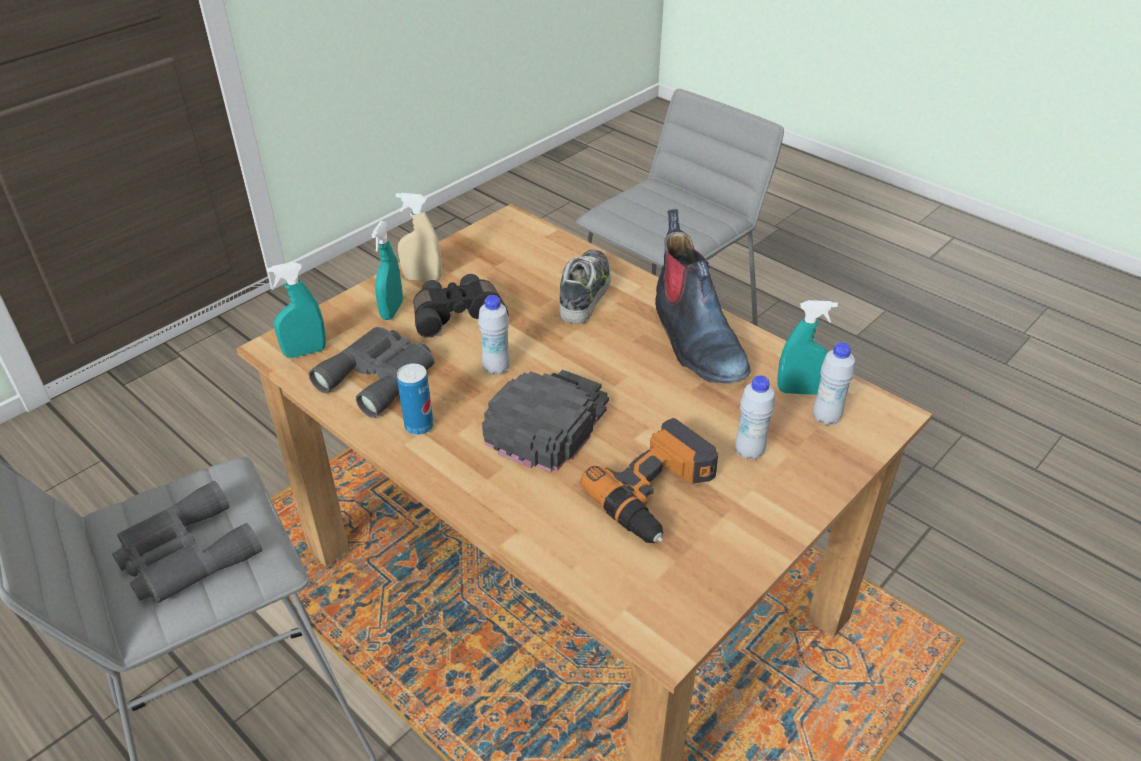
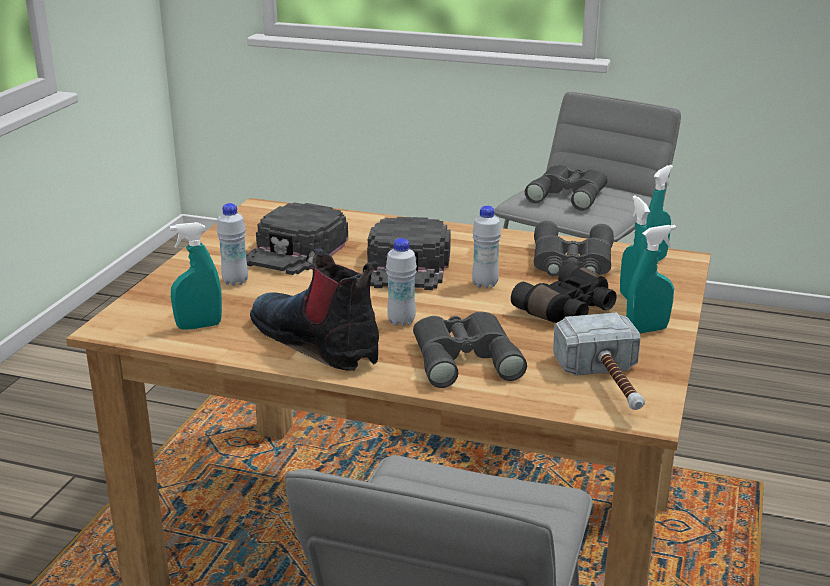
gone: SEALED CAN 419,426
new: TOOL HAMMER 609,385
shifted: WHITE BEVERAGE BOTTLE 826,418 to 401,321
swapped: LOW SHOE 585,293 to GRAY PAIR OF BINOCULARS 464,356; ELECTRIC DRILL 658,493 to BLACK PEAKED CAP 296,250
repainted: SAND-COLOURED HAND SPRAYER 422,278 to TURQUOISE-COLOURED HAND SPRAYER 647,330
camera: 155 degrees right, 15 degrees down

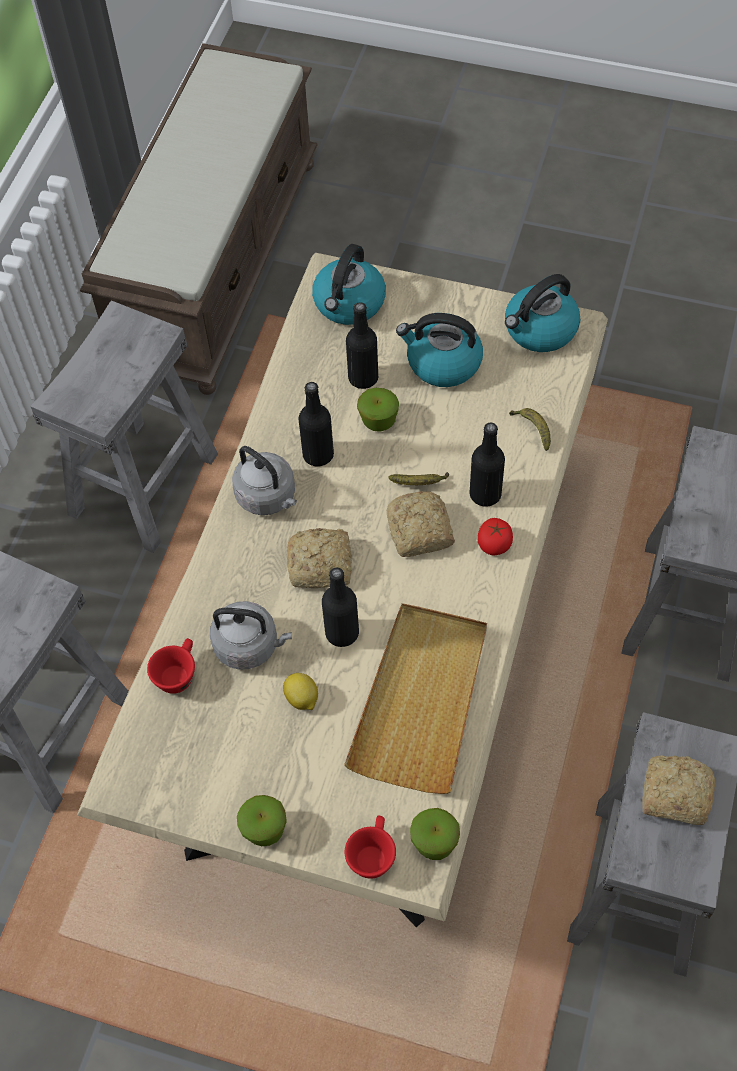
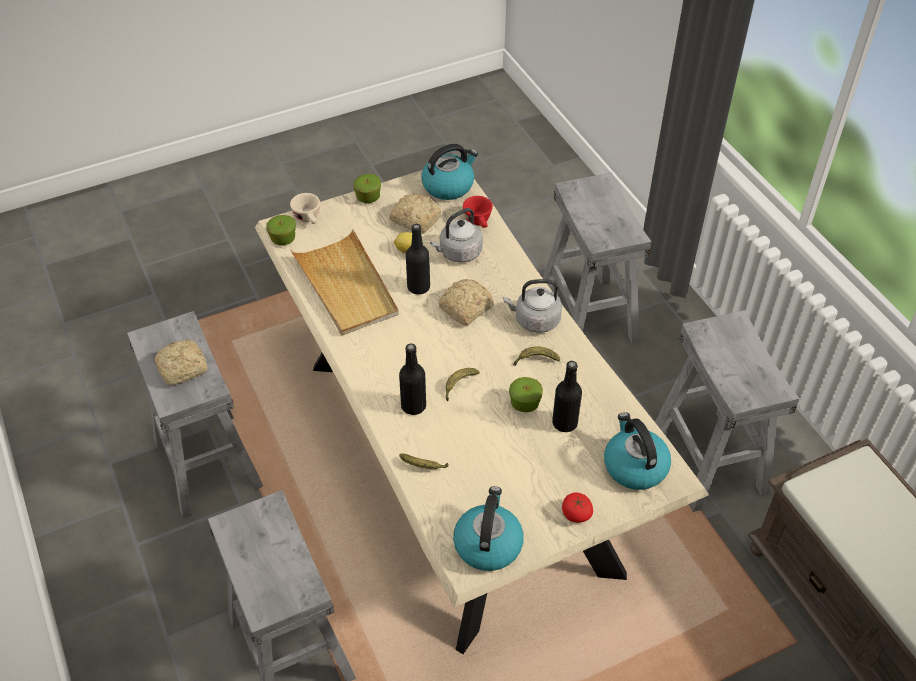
shifted: BAKED BREAD 419,532 to 415,219; KETTLE 442,363 to 448,185; WHOLE TOMATO 494,543 to 576,514
swapped: BLACK BEVERAGE BOTTLE 318,455 to BANANA 535,360
repainted: REDDISH CUP 372,853 to SAND-COLOURED CUP 309,219
camera: 135 degrees right, 10 degrees down

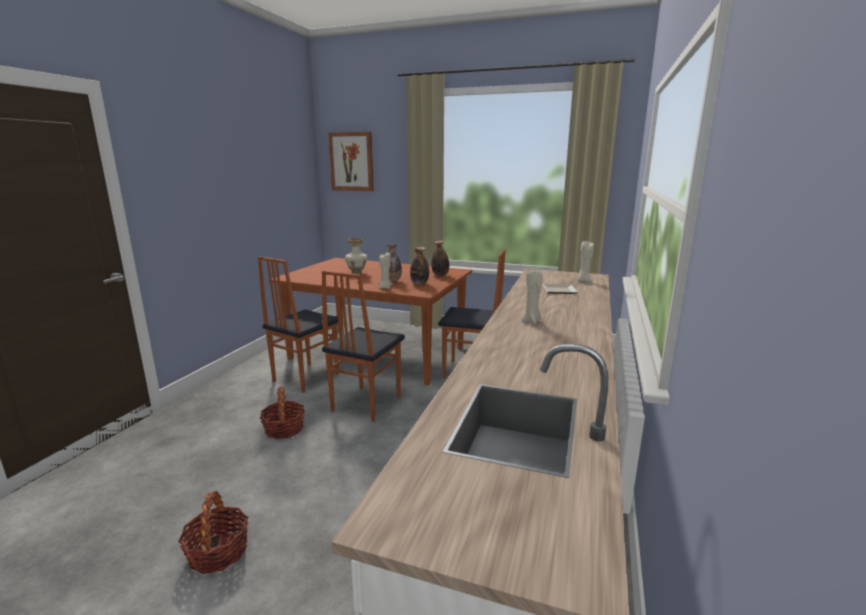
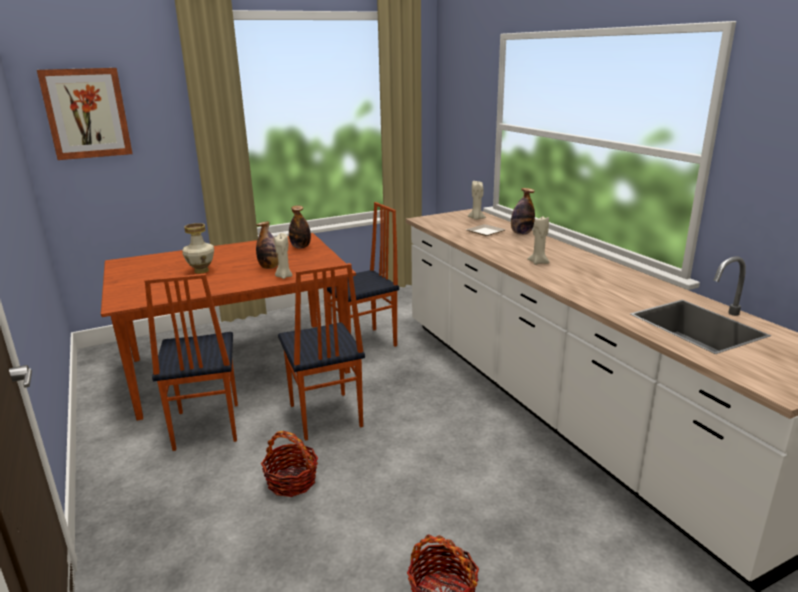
shifted: BEVERAGE BOTTLE 419,283 to 521,233
camera: 45 degrees left, 5 degrees up

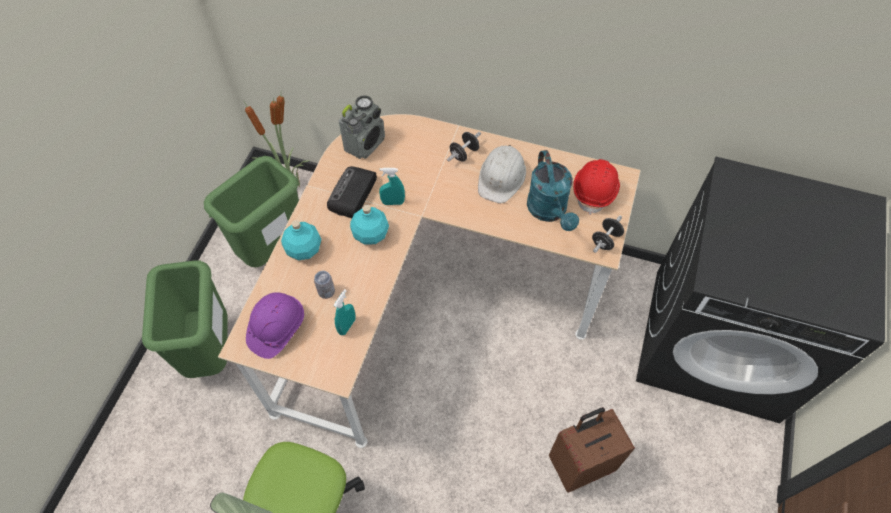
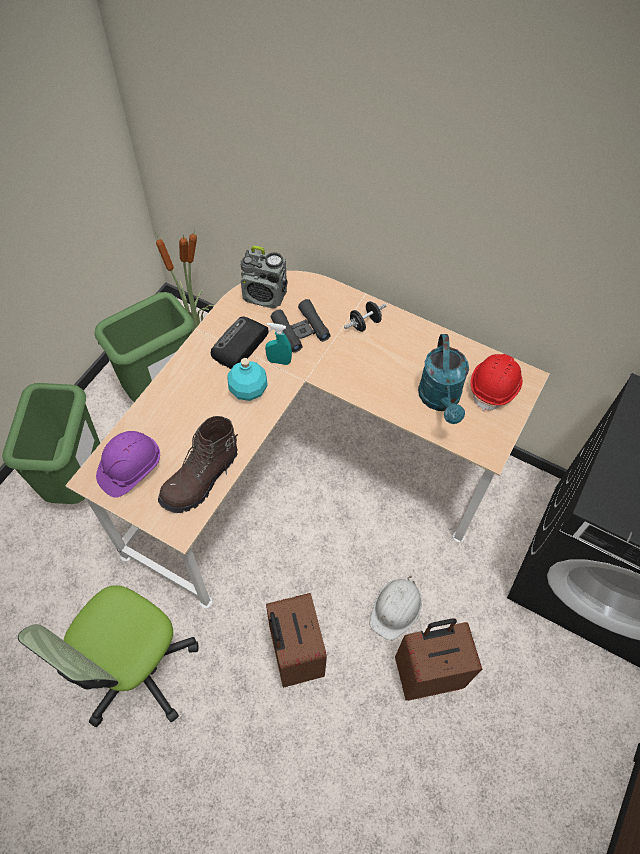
gone: TURQUOISE-COLOURED BEVERAGE BOTTLE 304,249; SEALED CAN 326,291; BLACK FREE WEIGHT 605,240
new: BROWN-COLOURED SUITCASE 294,654; BLACK PAIR OF BINOCULARS 300,330
shifted: WHITE SAFETY HELMET 502,177 to 396,608
swapped: TURQUOISE-COLOURED HAND SPRAYER 347,326 to BROWN-COLOURED BOOT 201,479
rotated: RADIO SET 365,144 = 265,296 60 degrees clockwise
camera: 10 degrees right, 0 degrees up

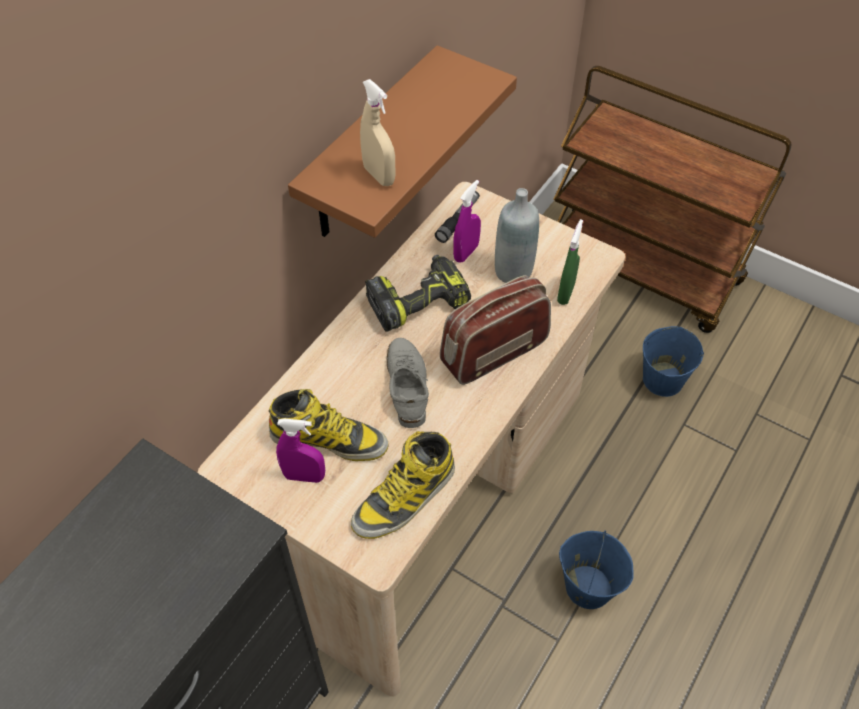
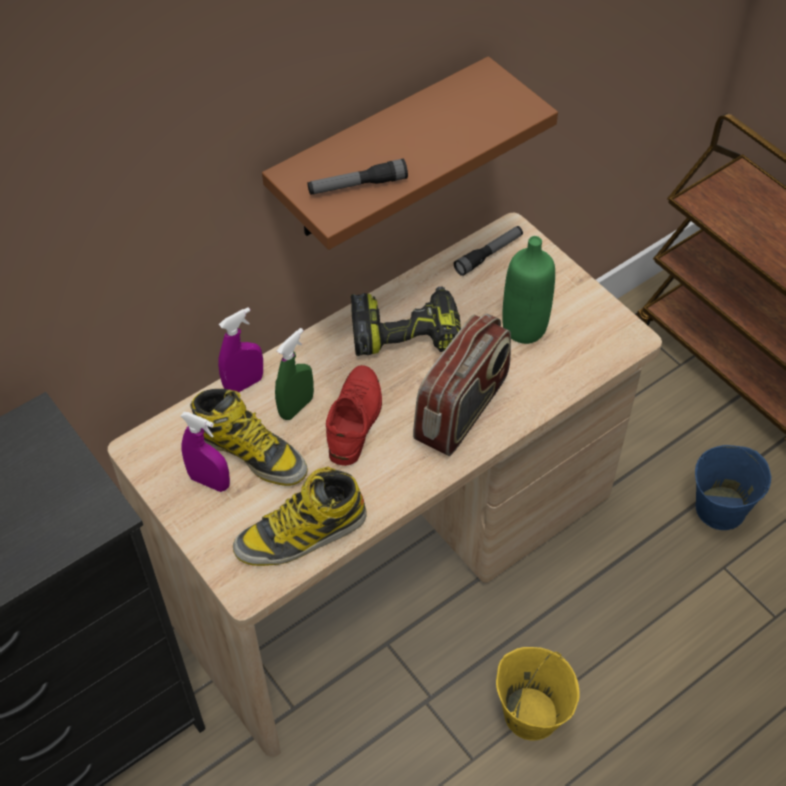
shifted: PURPLE-COLOURED HAND SPRAYER 466,252 to 244,384; GREENISH HAND SPRAYER 566,293 to 296,407
swapped: SAND-COLOURED HAND SPRAYER 379,175 to HAND TORCH 357,185
repainted: GRAY LOW SHOE 407,385 to REDDISH LOW SHOE 354,419; GRAY BEVERAGE BOTTLE 513,271 to GREENISH BEVERAGE BOTTLE 524,328; BLUE-COLOURED BUCKET 587,586 to YELLOWISH BUCKET 530,713
rotated: RADIO SET 493,352 = 462,410 135 degrees clockwise
camera: 20 degrees right, 0 degrees up

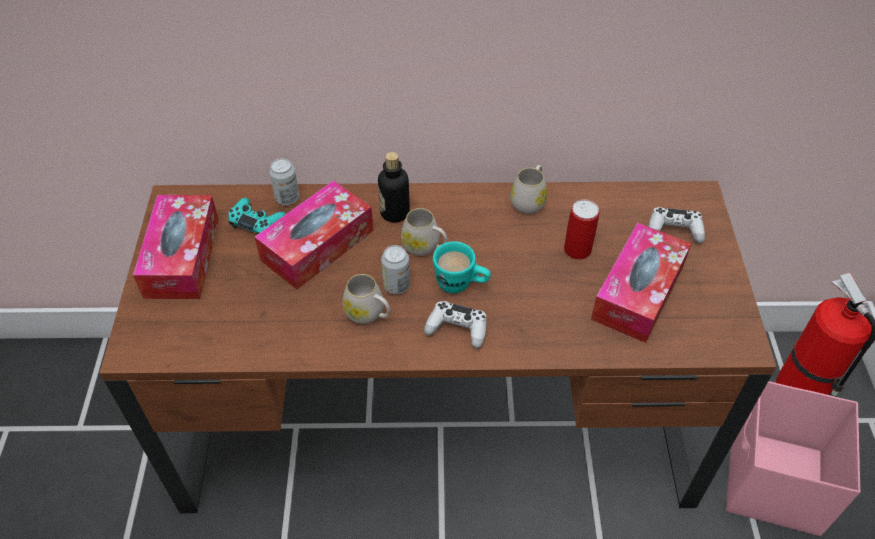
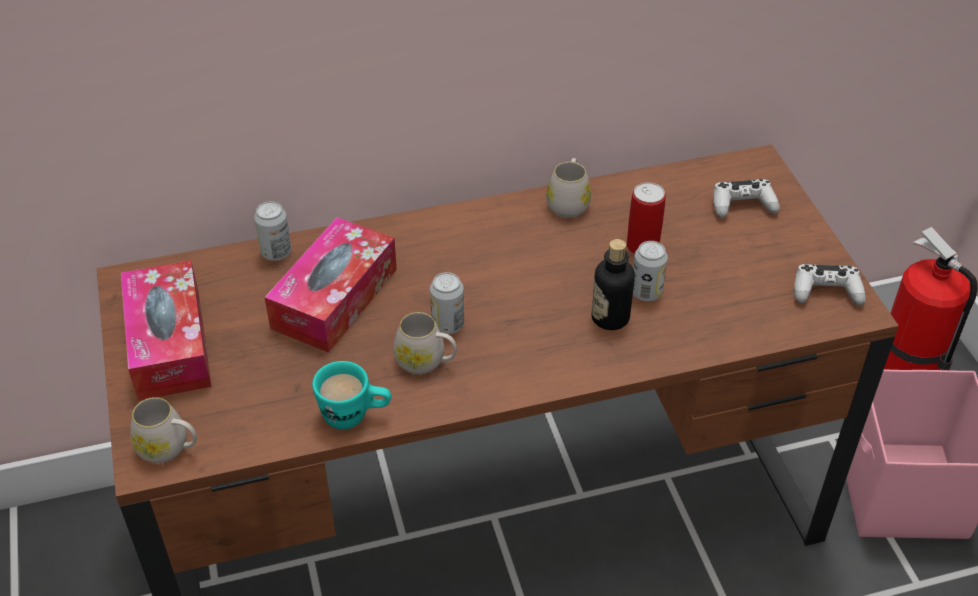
gone: TURQUOISE-COLOURED JOYPAD 257,222; TISSUE BOX 638,292
new: SEALED CAN 646,292
shifted: BEVERAGE BOTTLE 395,212 to 610,317; WHITE COFFEE MUG 425,246 to 169,448; WHITE JOYPAD 457,328 to 826,291; TURQUOISE-COLOURED COFFEE MUG 461,284 to 355,416
camera: 15 degrees left, 5 degrees down

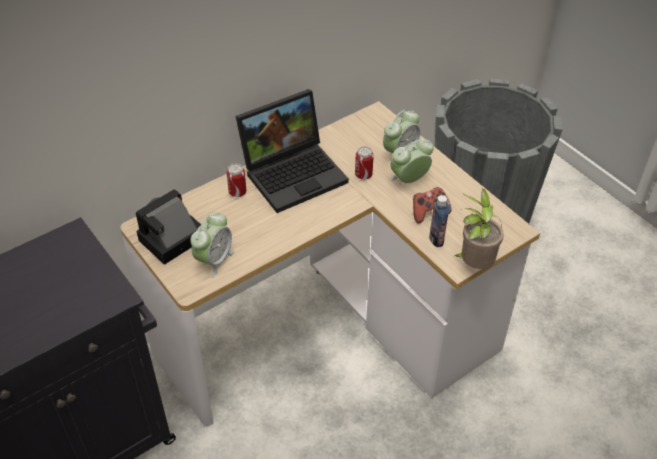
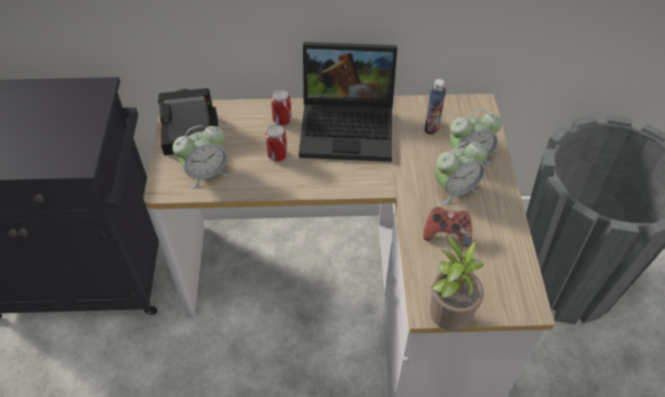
shifted: SEALED CAN 363,175 to 277,156; BEVERAGE BOTTLE 436,239 to 431,127
rotated: TABLE CLOCK 409,180 = 455,189 150 degrees clockwise
camera: 35 degrees right, 5 degrees up

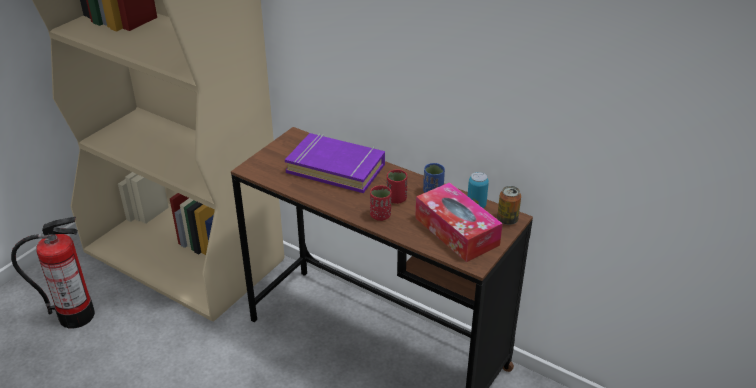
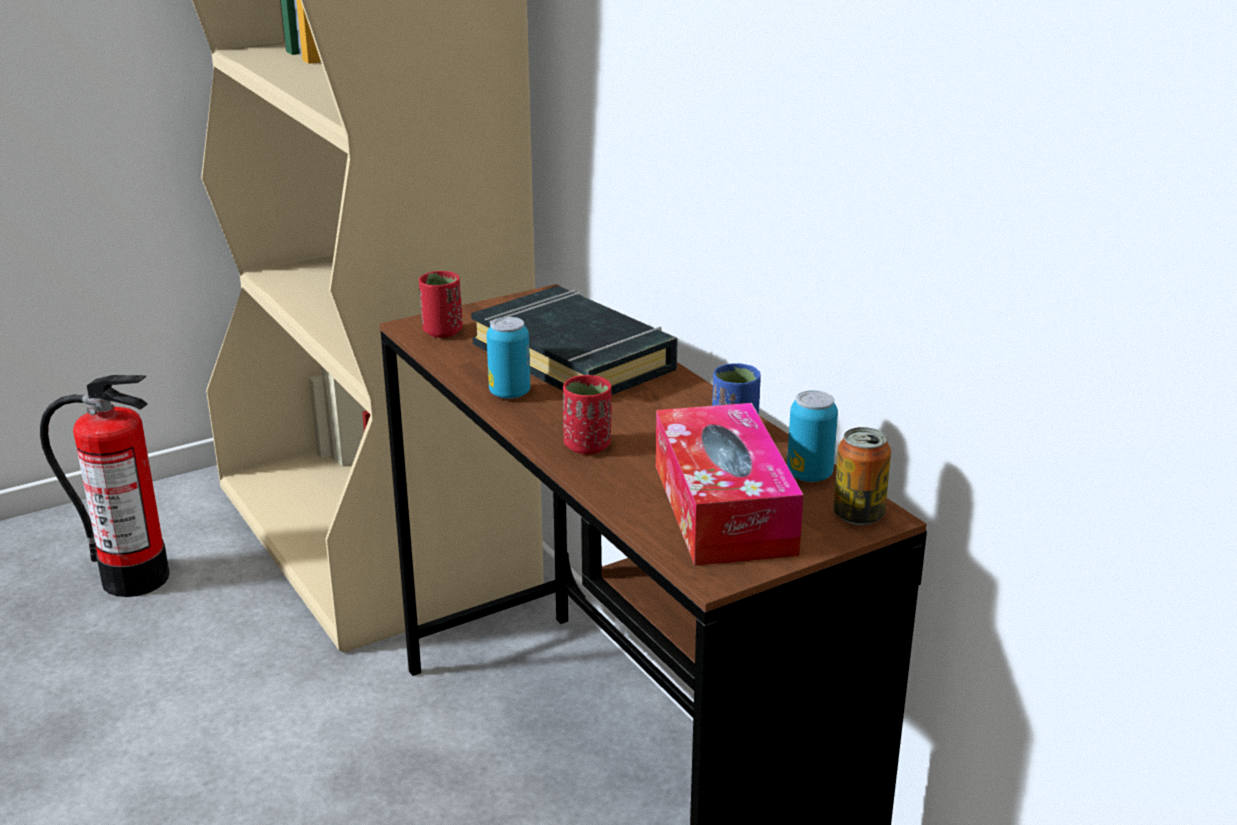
new: SEALED CAN 509,393
shifted: REDDISH CUP 396,199 to 442,331
repainted: PURPLE-COLOURED BOUND BOOK 336,168 to BLACK BOUND BOOK 574,357
camera: 25 degrees right, 10 degrees down

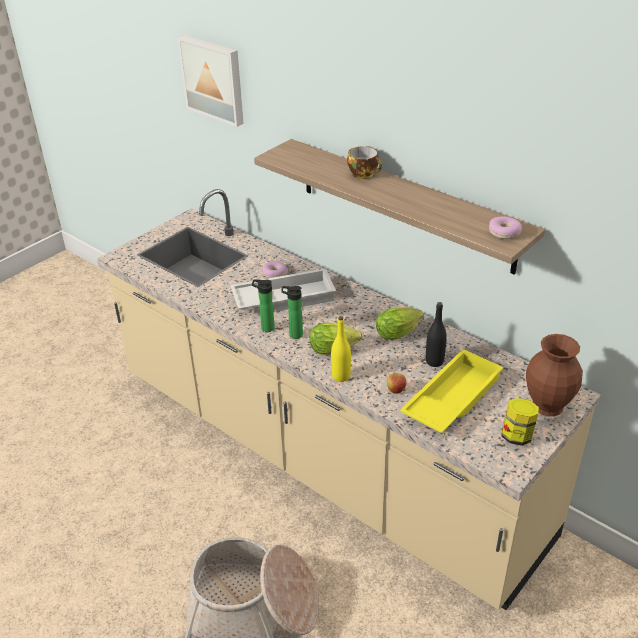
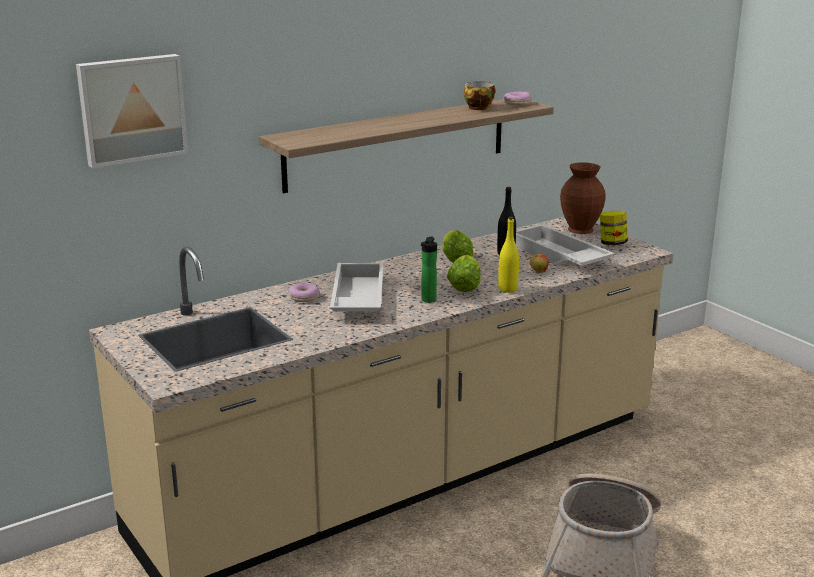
gone: BEVERAGE BOTTLE 265,328
shifted: CUP 364,174 to 479,107
repainted: YELLOWISH TRAY 451,398 to WHITE TRAY 558,256
camera: 75 degrees left, 15 degrees down

